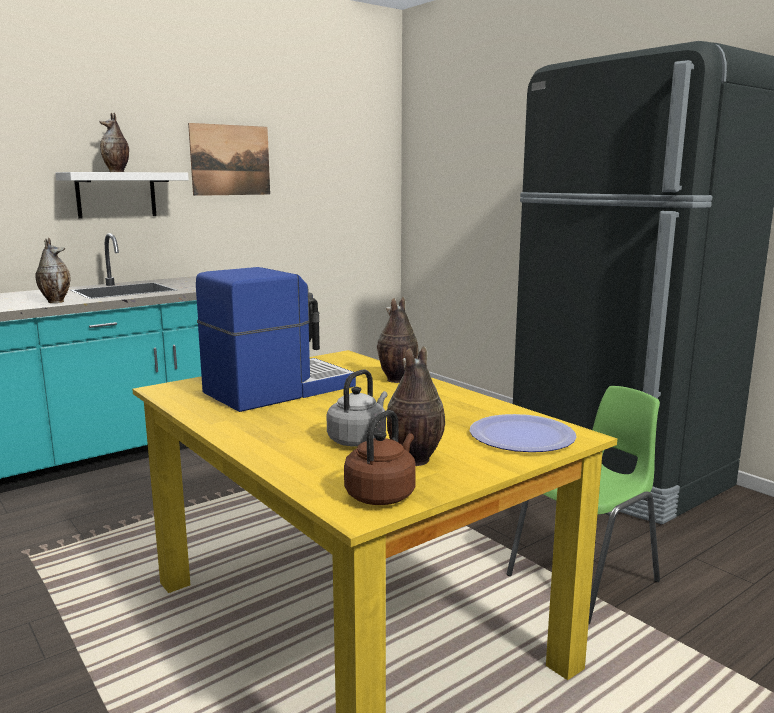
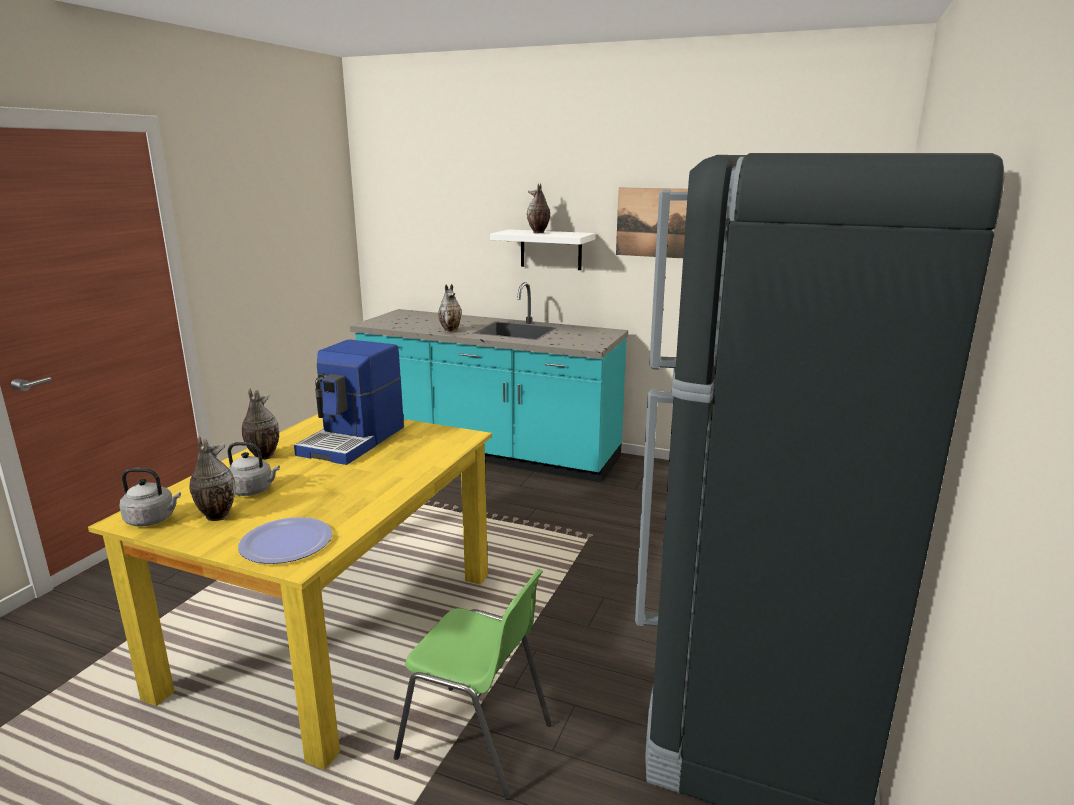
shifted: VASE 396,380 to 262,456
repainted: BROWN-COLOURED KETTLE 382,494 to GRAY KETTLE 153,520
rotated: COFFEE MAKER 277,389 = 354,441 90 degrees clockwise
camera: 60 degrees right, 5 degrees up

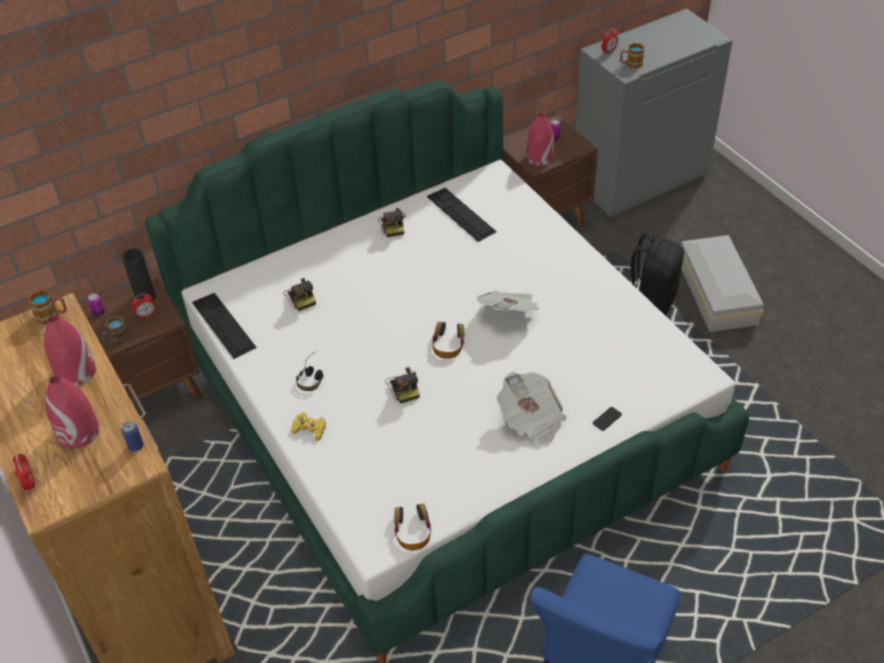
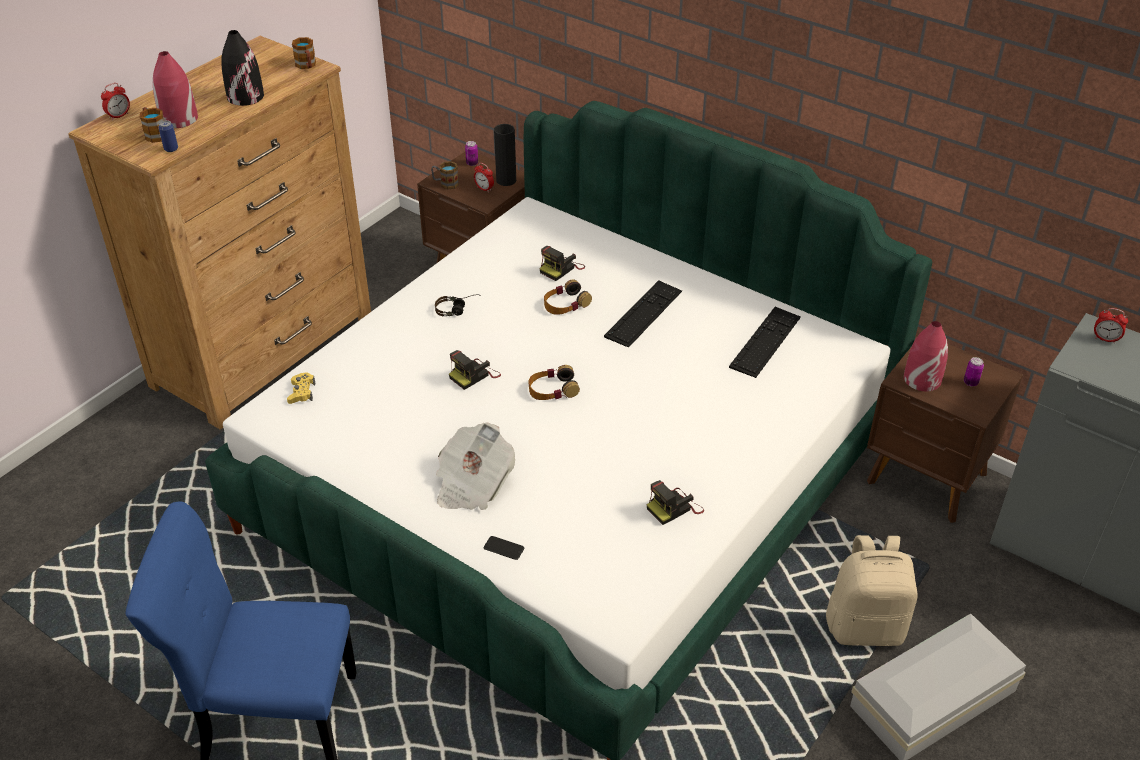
gone: PRINTED PAPER 510,312
shifted: KEYBOARD 223,325 to 643,313; YELLOWISH JOYPAD 309,429 to 301,392; PHOTO CAMERA 393,225 to 674,508; HEADPHONES 412,531 to 565,304; COFFEE MUG 631,64 to 154,134
repainted: REDDISH VASE 75,372 to BLACK VASE 245,96; BLACK RUCKSACK 651,300 to SAND-COLOURED RUCKSACK 865,626
camera: 65 degrees right, 5 degrees down

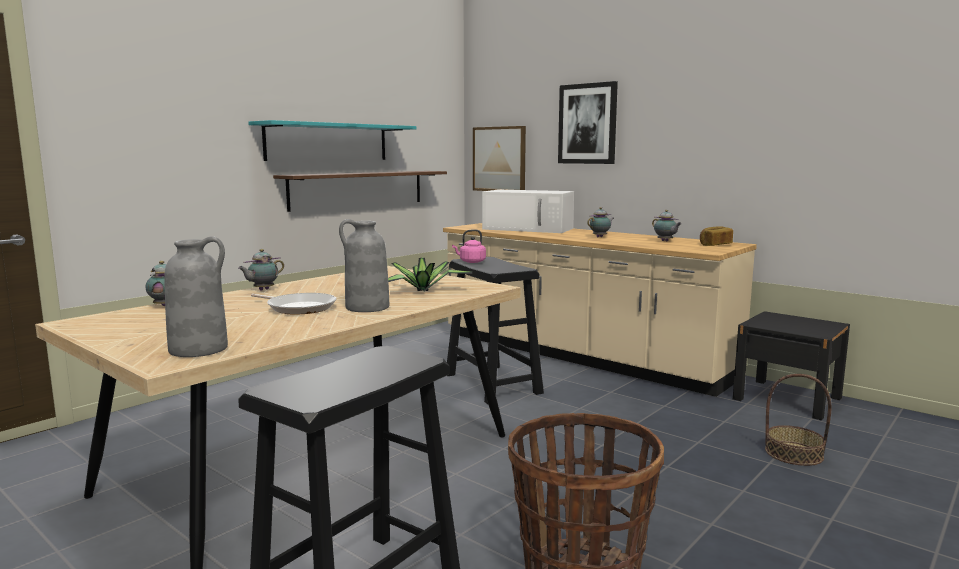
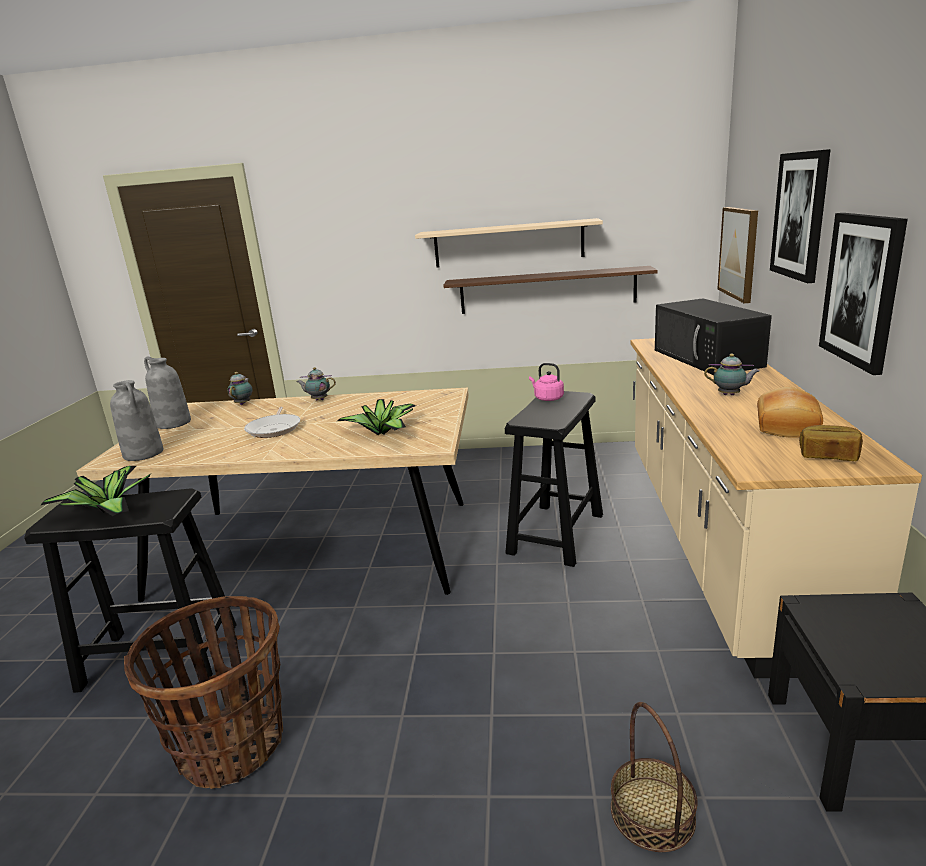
new: PLANT IN A POT 107,511; WALL PICTURE 862,290
shifted: GRAY VASE 366,307 to 173,423
swapped: TEA POT 665,241 to BAKED BREAD 785,426
repainted: TURQUOISE-COLOURED SHELF 328,142 to SAND-COLOURED SHELF 508,243; WHITE KITCHEN MICROWAVE 529,229 to BLACK KITCHEN MICROWAVE 708,358
camera: 55 degrees right, 10 degrees up

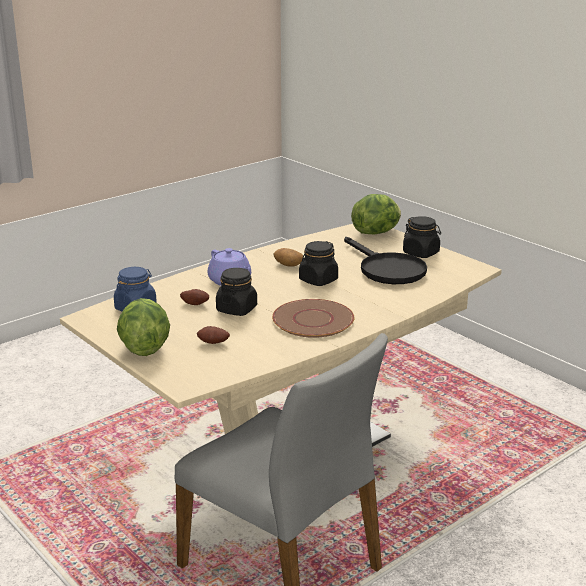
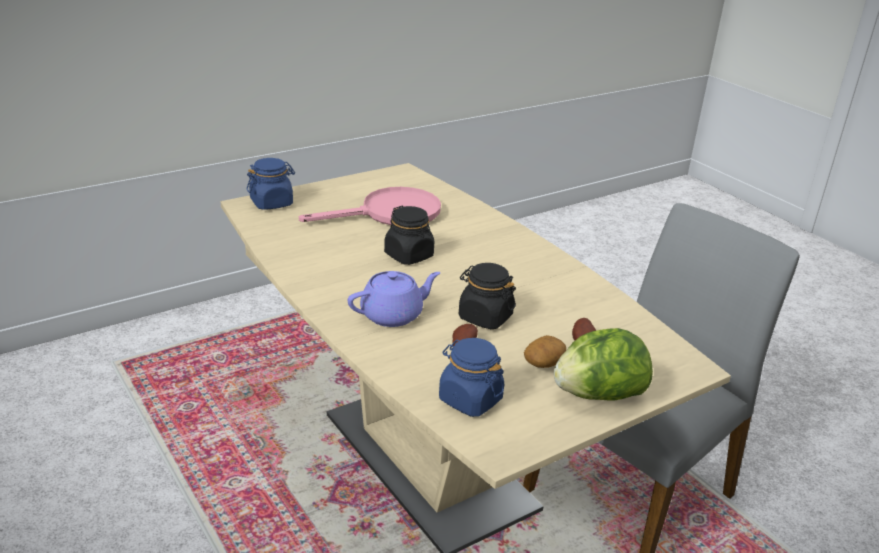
gone: BROWN-COLOURED DINNER PLATE 313,320; BLACK JAR 421,253
shifted: WHOLE POTATO 288,265 to 543,363
swapped: LETTUCE HEAD 376,232 to BLUE-COLOURED JAR 272,203
repainted: BLACK FRYING PAN 386,269 to PINK-COLOURED FRYING PAN 390,214
camera: 85 degrees left, 5 degrees up

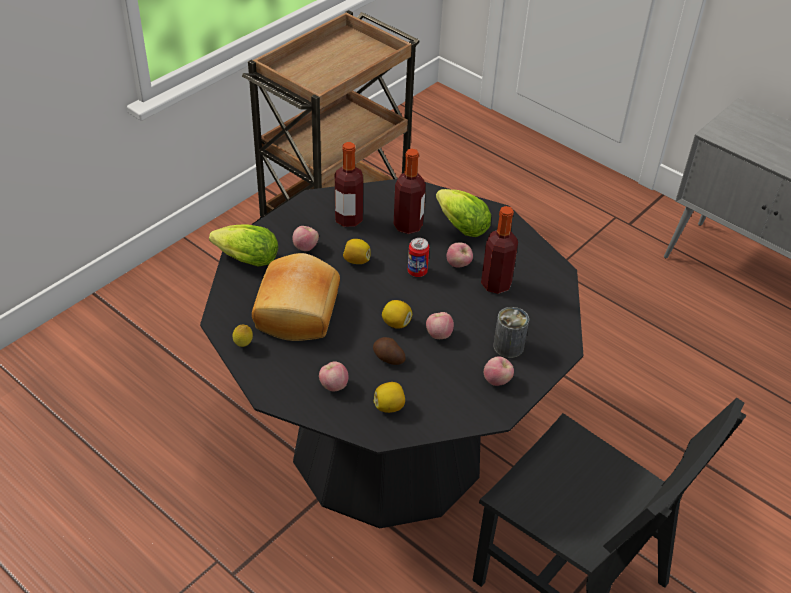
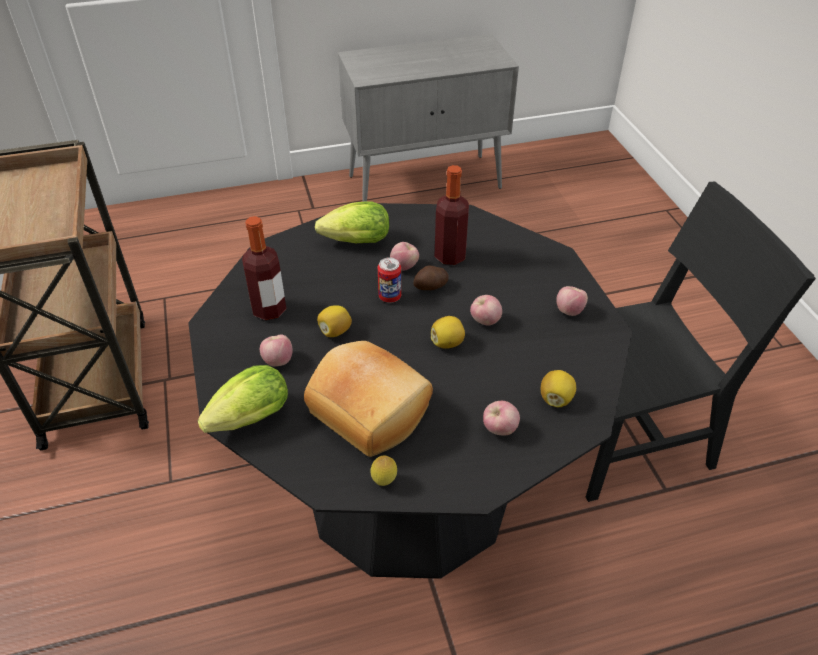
gone: BEVERAGE BOTTLE 408,226; SEALED CAN 508,346
shifted: WHOLE POTATO 388,358 to 431,286
camera: 55 degrees left, 0 degrees up

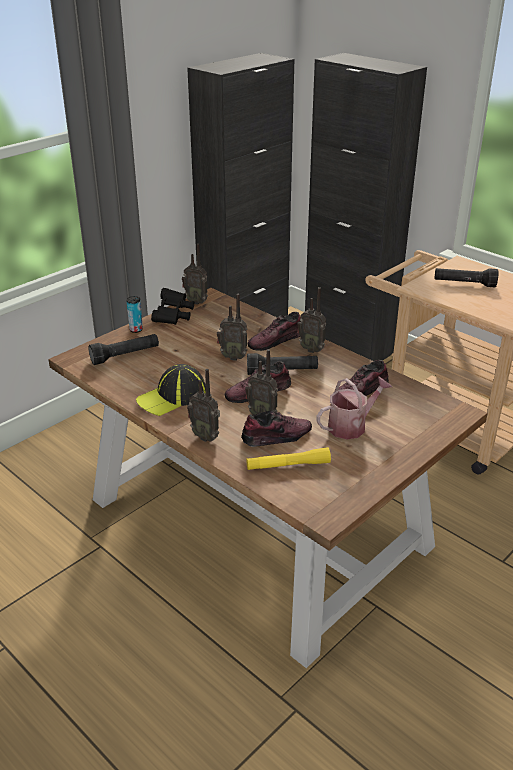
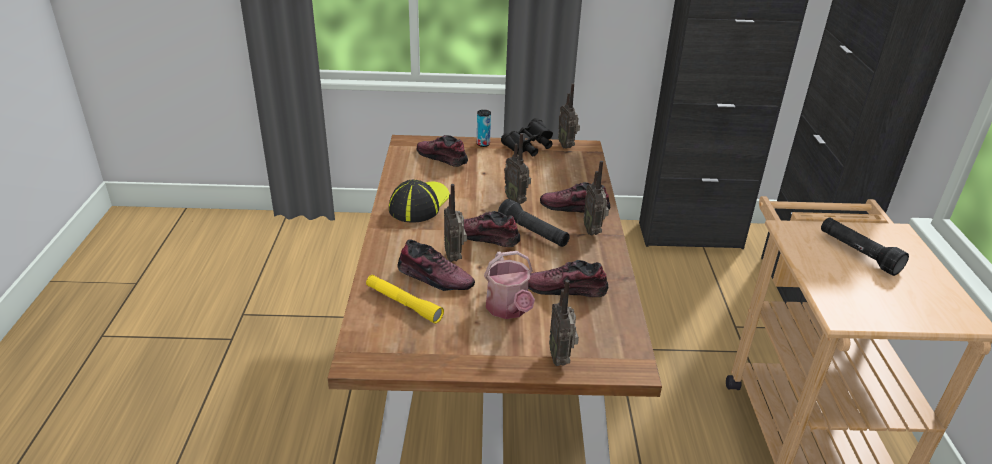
shifted: RADIO SET 206,436 to 561,358
swapped: BLACK HAND TORCH 125,356 to LOW SHOE 442,158
rotated: PEAKED CAP 172,397 = 419,204 105 degrees clockwise; SPRINKLING CAN 351,425 = 509,309 60 degrees clockwise
camera: 45 degrees right, 0 degrees up

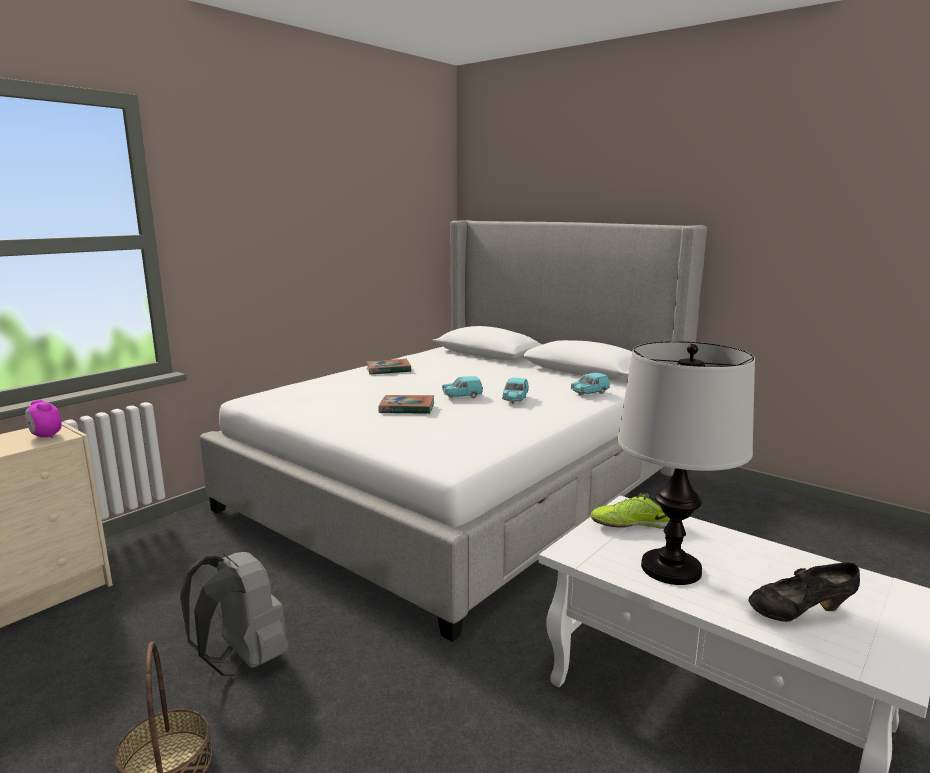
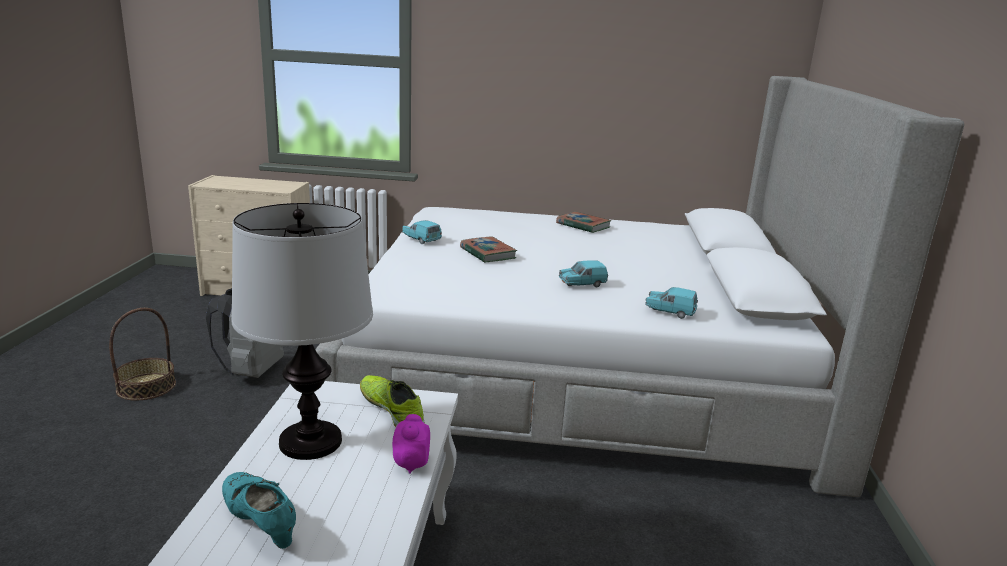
shifted: TABLE CLOCK 45,436 to 410,464; TURQUOISE-COLOURED MINIATURE CAR 462,396 to 421,240
repainted: BLACK LOW SHOE 799,613 to TURQUOISE-COLOURED LOW SHOE 260,524
camera: 55 degrees right, 5 degrees up

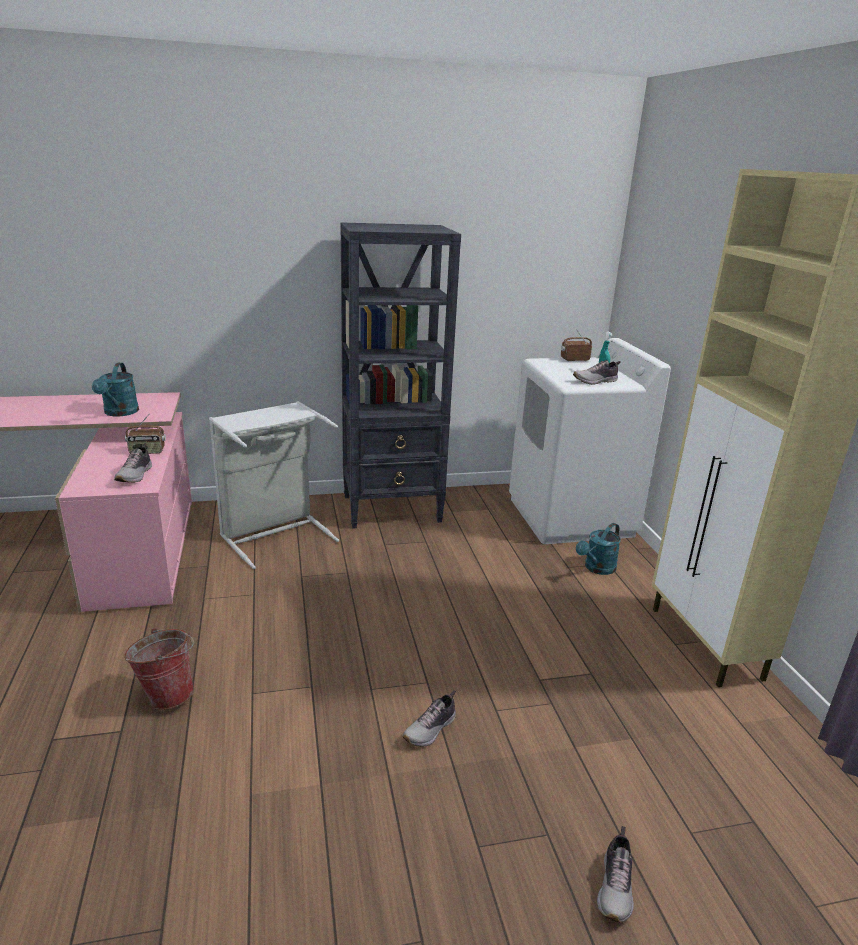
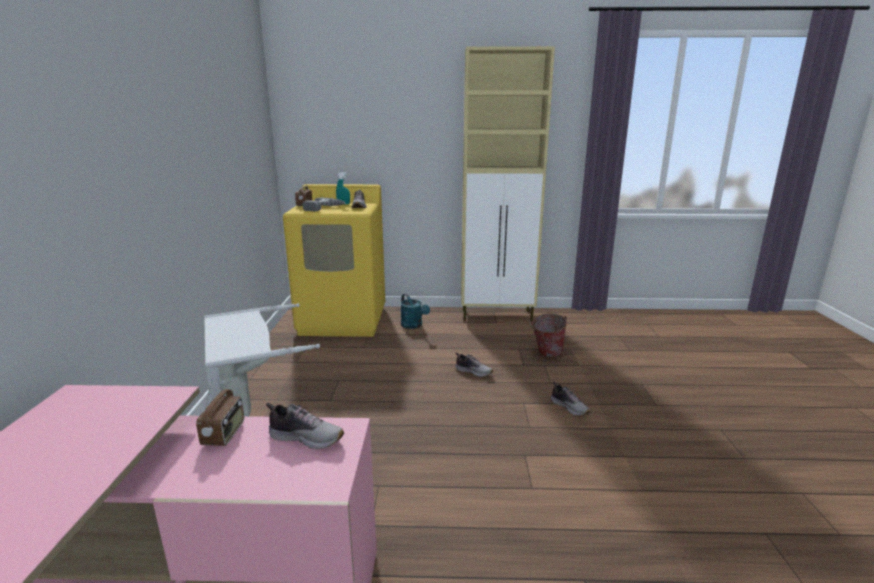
gone: TURQUOISE-COLOURED SPRINKLING CAN 119,413; BLACK BOOKCASE 393,509
new: ELECTRIC DRILL 324,208
shifted: BUCKET 167,694 to 546,354; LOW SHOE 616,887 to 473,371
repainted: WHITE WASHING MACHINE 571,517 to YELLOWISH WASHING MACHINE 343,320
camera: 75 degrees left, 5 degrees down

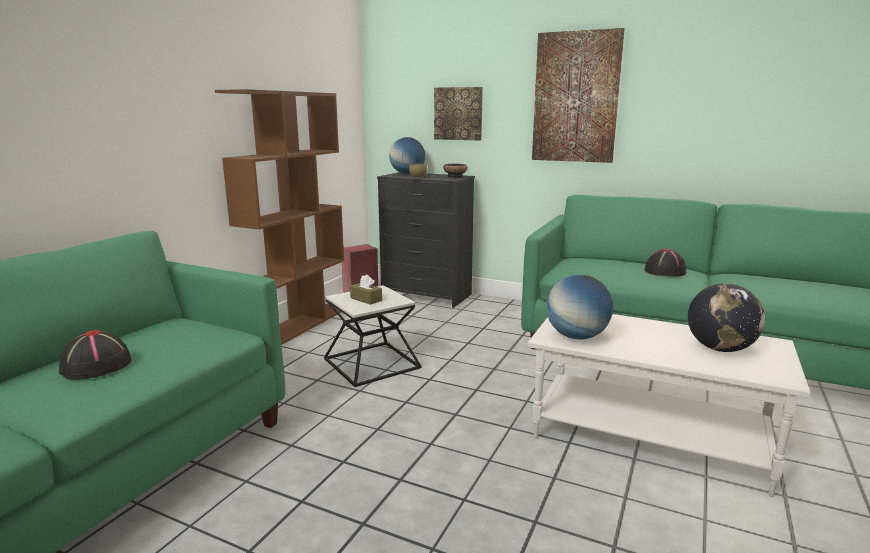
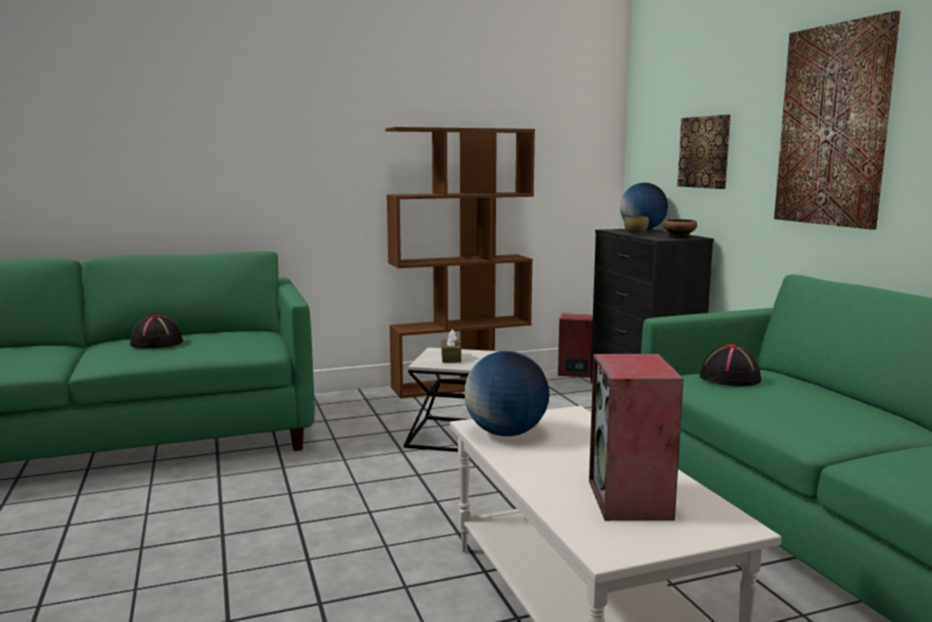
shifted: BLACK HAT 665,271 to 730,379
swapped: WORLD GLOBE 720,349 to AUDIO SPEAKER 631,500
camera: 45 degrees right, 5 degrees down

